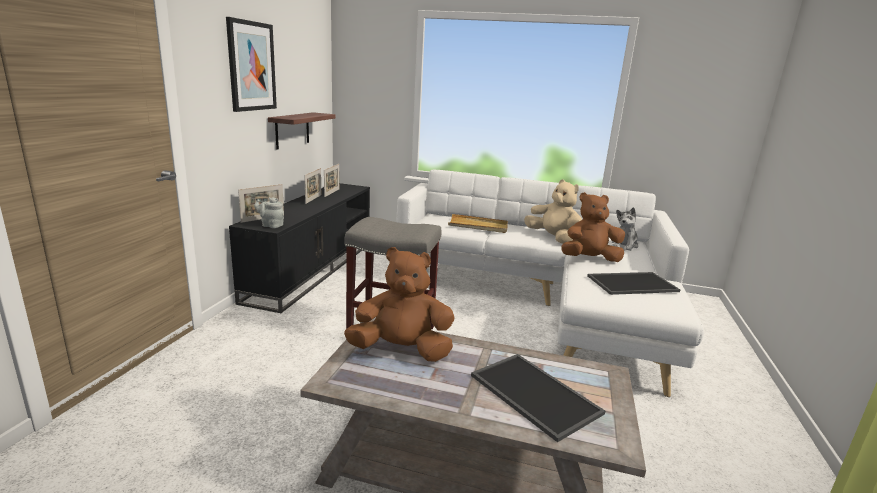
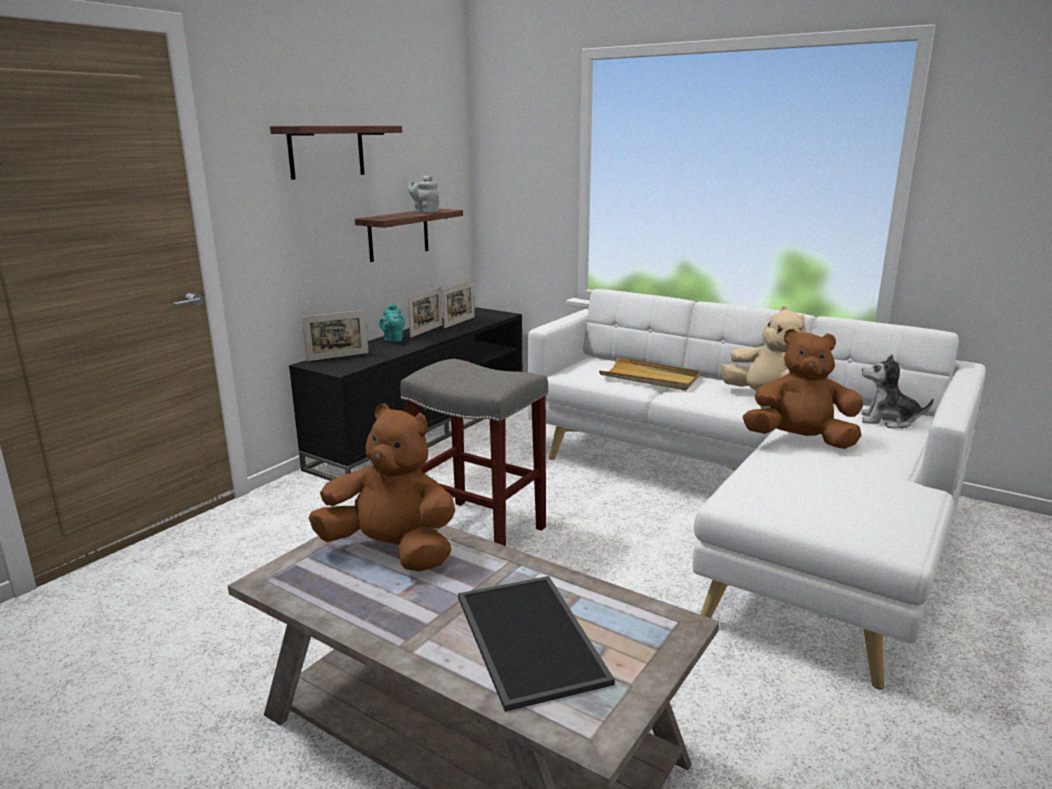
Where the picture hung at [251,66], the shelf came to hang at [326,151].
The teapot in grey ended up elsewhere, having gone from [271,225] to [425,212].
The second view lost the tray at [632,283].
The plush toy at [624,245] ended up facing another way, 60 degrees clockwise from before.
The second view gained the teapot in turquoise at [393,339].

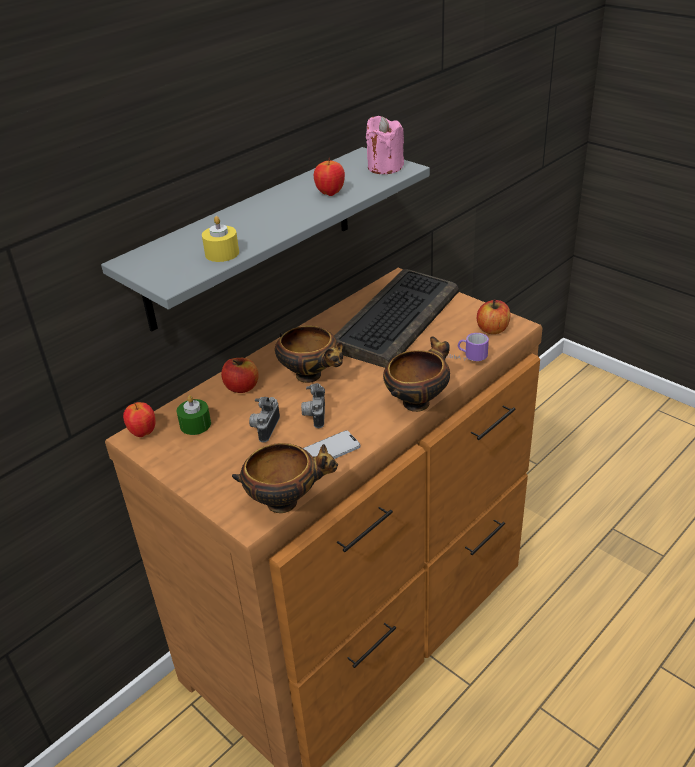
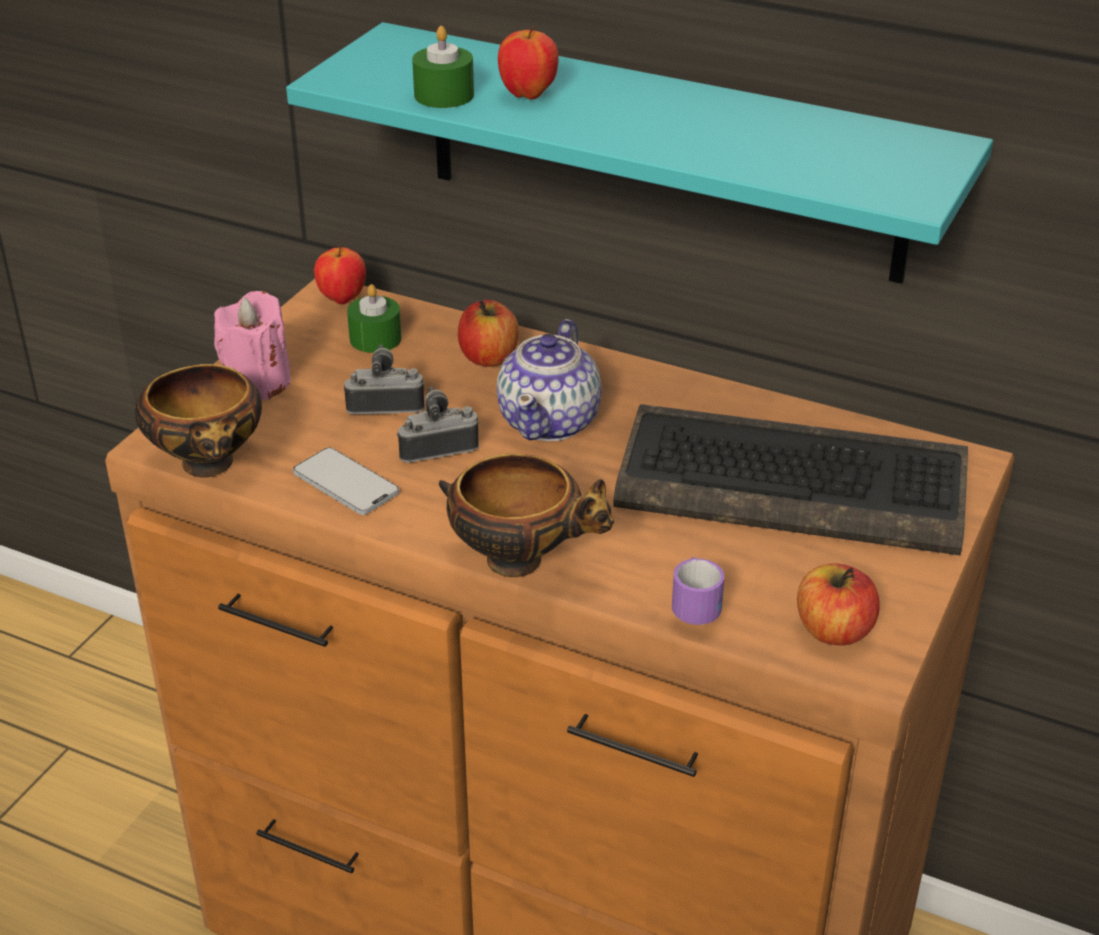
What was the shelf in grey at [251,238] turned into the shelf in turquoise at [662,153].
What was the candle in yellow at [222,253] turned into the candle in green at [444,95].
Where the bowl stood at [311,376], the teapot came to stand at [550,421].
The apple ended up elsewhere, having gone from [330,193] to [528,95].
The candle in pink ended up elsewhere, having gone from [385,167] to [257,382].

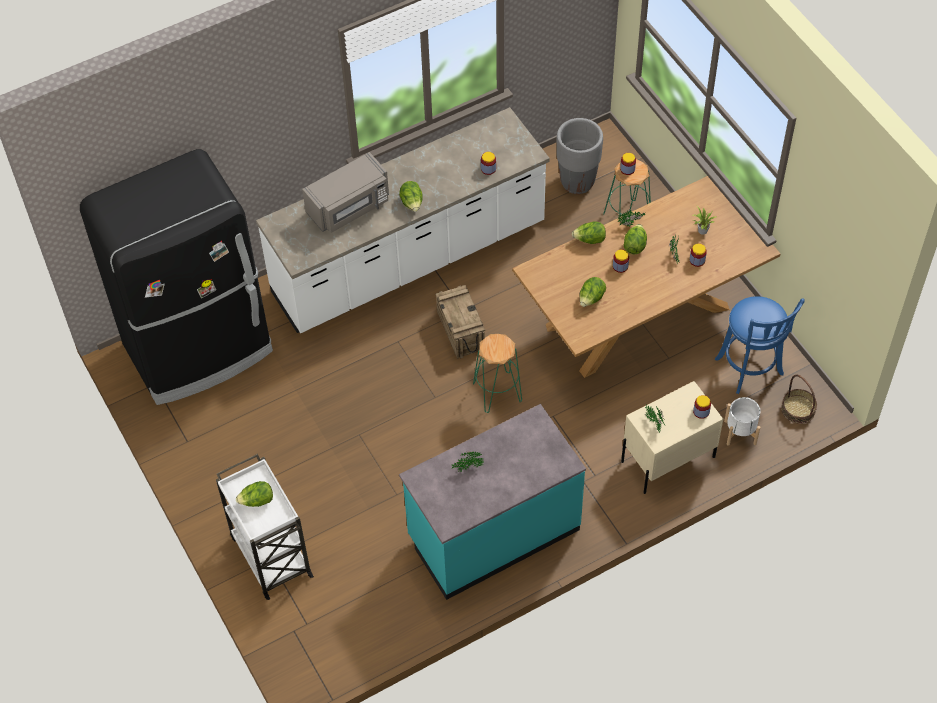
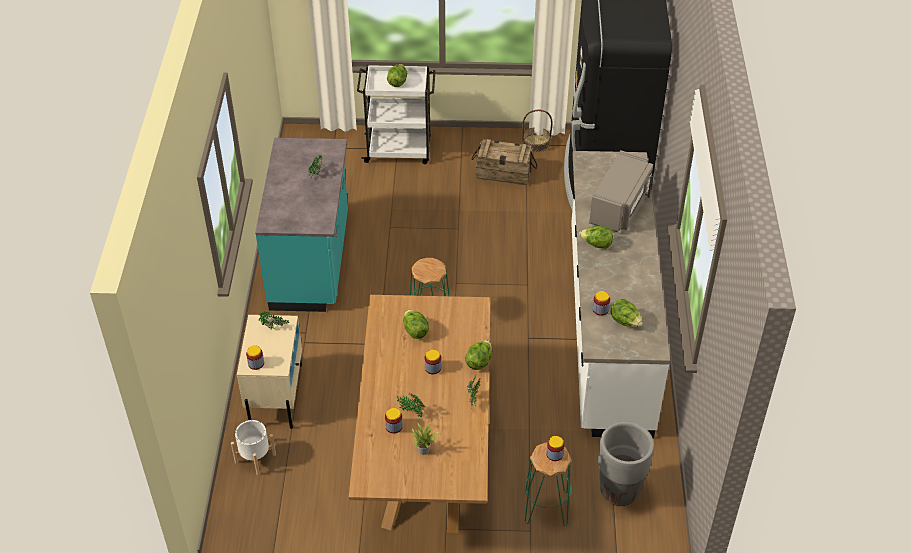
The microwave in grey at [349,207] ended up facing another way, 150 degrees counterclockwise from before.
The crate ended up elsewhere, having gone from [460,331] to [504,173].
The lettuce ended up elsewhere, having gone from [634,245] to [625,322].
The second view lost the stool in blue at [750,369].
The basket ended up elsewhere, having gone from [798,409] to [536,143].

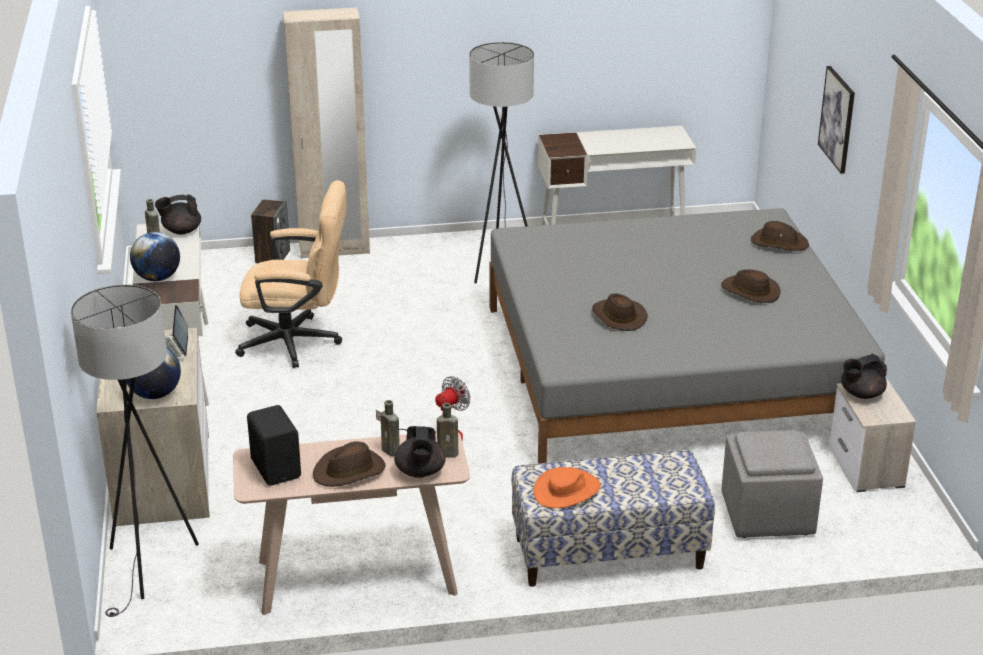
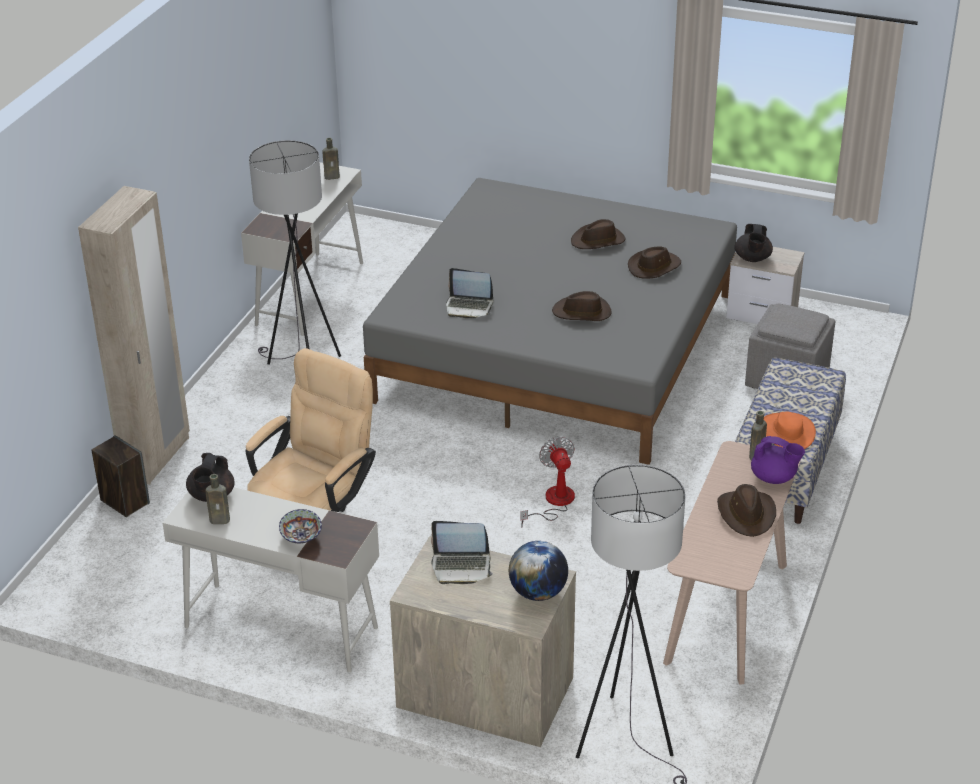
Where the globe stood at [157,278], the bowl came to stand at [302,536].
The second view lost the speaker in black at [277,468].
The bottle in brown ended up elsewhere, having gone from [391,451] to [333,176].
What was the teapot in black at [420,472] turned into the teapot in purple at [774,478].
The hat in brown ended up elsewhere, having gone from [779,243] to [654,267].
The second view lost the picture at [837,119].
The second view gained the laptop at [469,307].

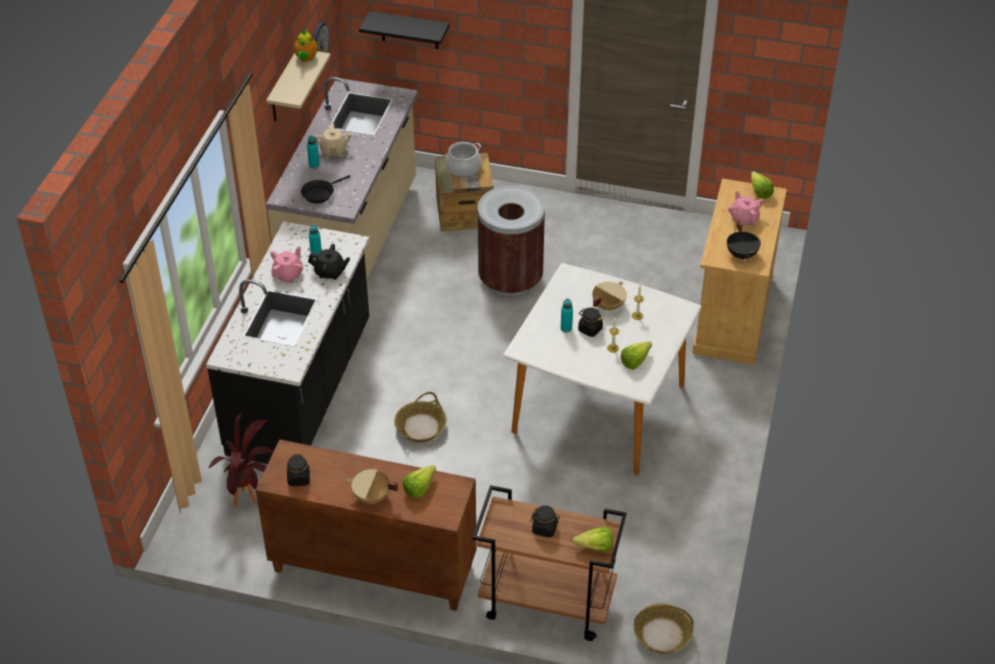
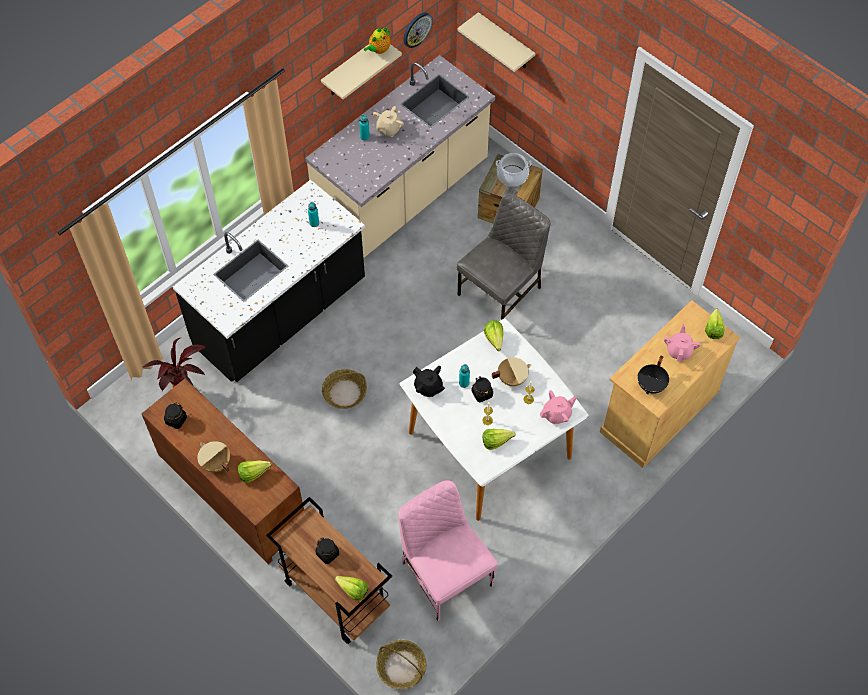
The teapot in pink ended up elsewhere, having gone from [288,275] to [557,414].
The second view lost the frying pan in black at [320,194].
The teapot in black ended up elsewhere, having gone from [330,272] to [428,387].
What was the shelf in black at [409,30] turned into the shelf in beige at [506,43].
Where the trash can in brown stood at [510,280], the chair in grey came to stand at [501,291].
The second view gained the chair in pink at [445,573].
The second view gained the lettuce at [494,341].

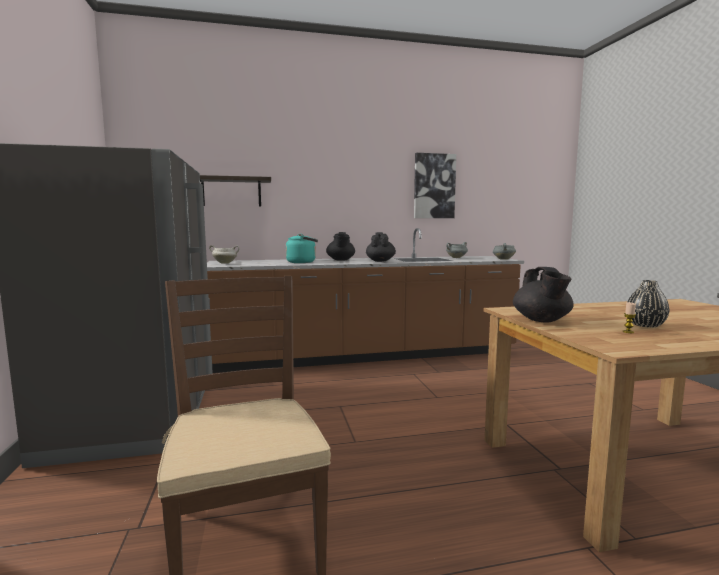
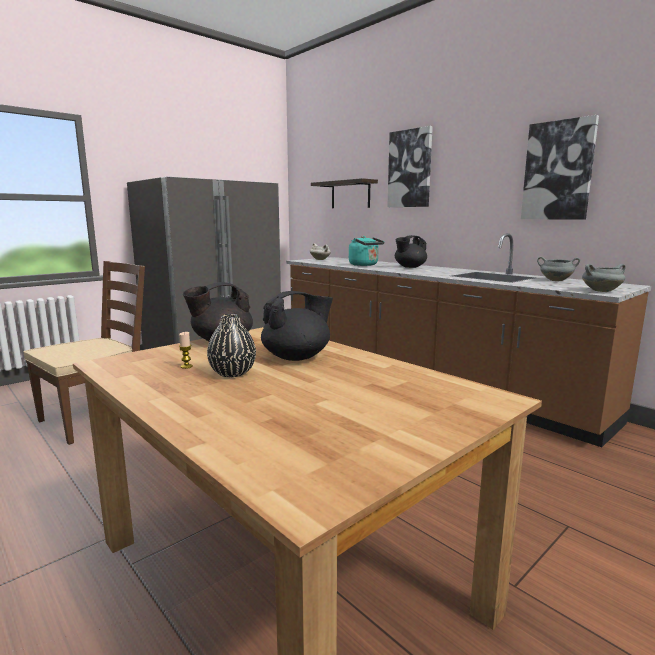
The teapot in black ended up elsewhere, having gone from [380,261] to [297,357].
The second view gained the picture at [410,169].

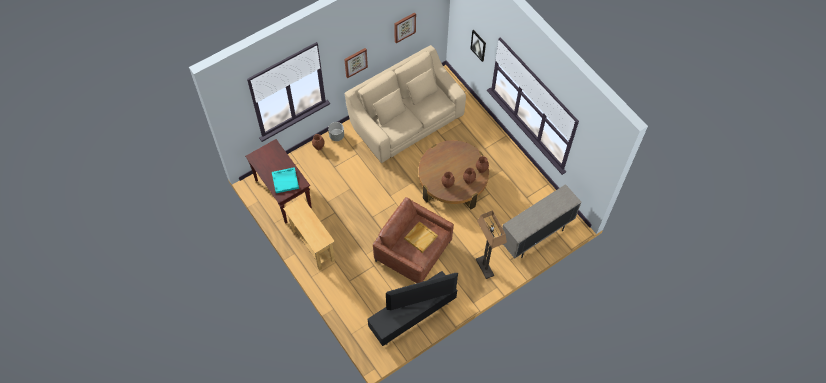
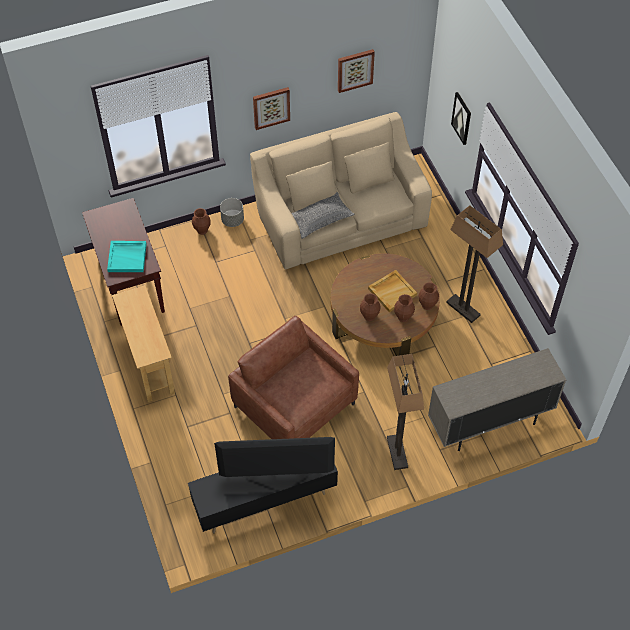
The tray in beige ended up elsewhere, having gone from [420,237] to [392,291].
The second view gained the pillow in grey at [320,220].
The second view gained the floor lamp at [463,309].

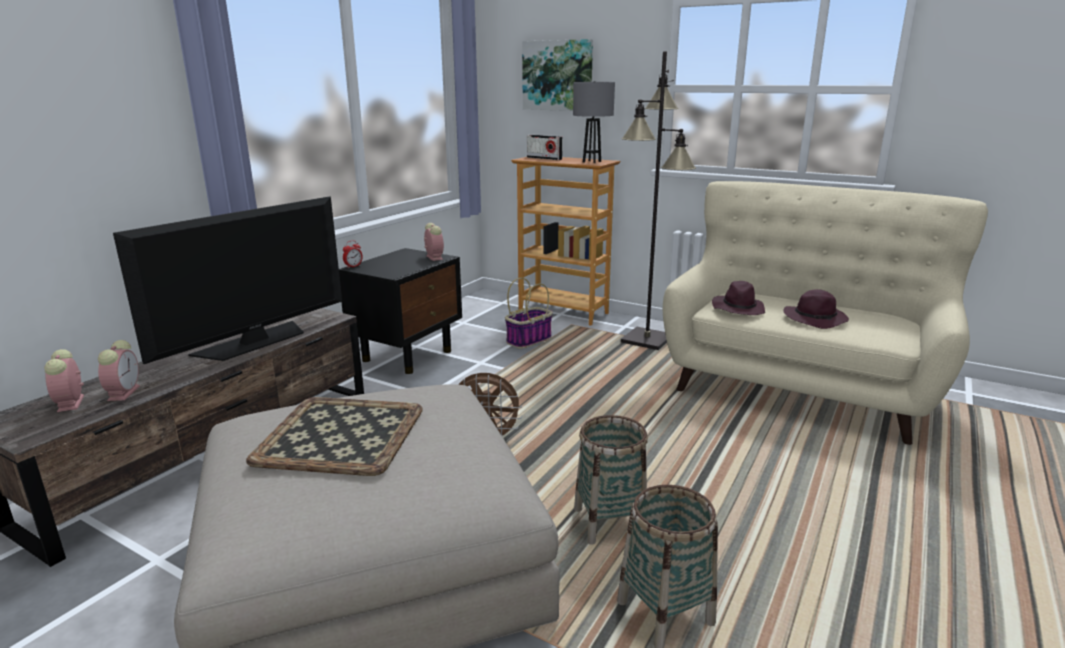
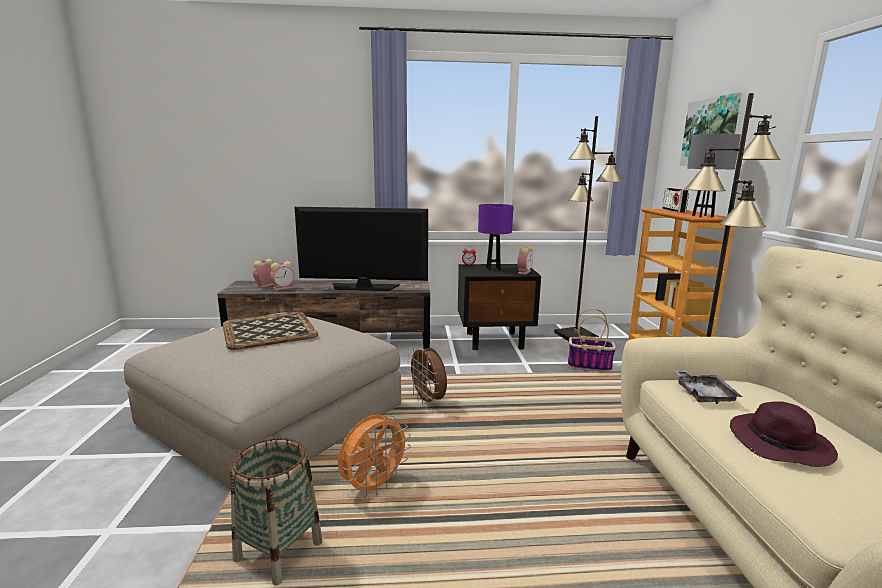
Where the basket stood at [609,522], the fan in orange came to stand at [374,486].
Where the hat in purple stood at [738,309], the tray in grey came to stand at [703,394].
The second view gained the table lamp in purple at [493,269].
The second view gained the floor lamp in black at [575,335].

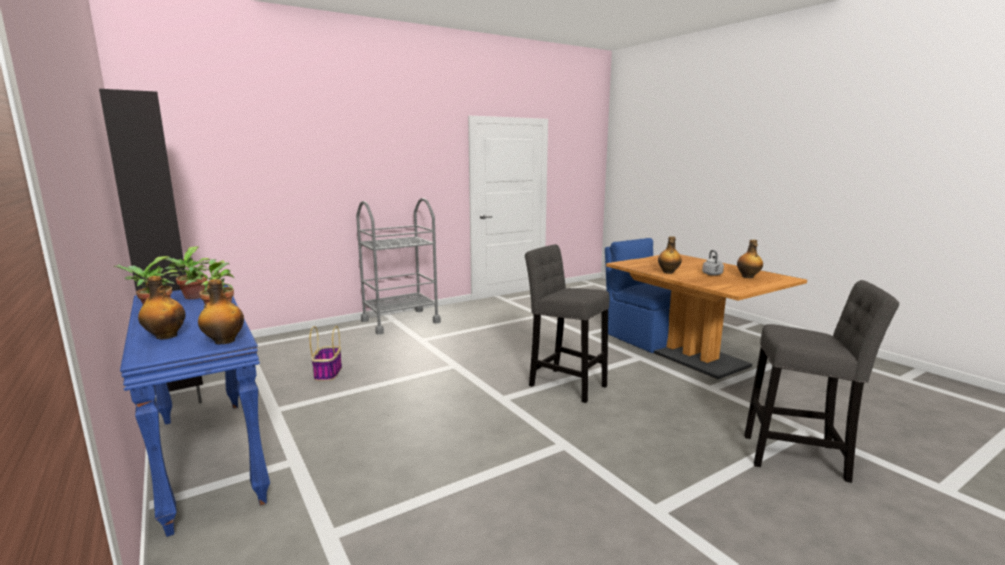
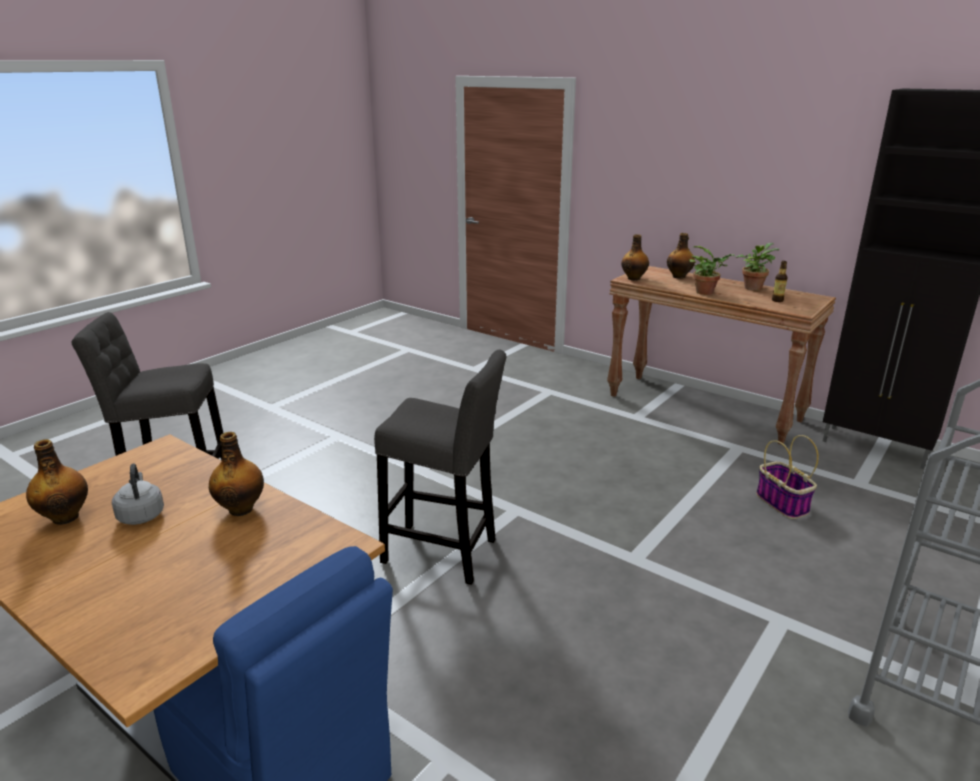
What was the console table in blue at [207,458] turned into the console table in brown at [704,407].
Where the potted plant stood at [192,297], the bottle came to stand at [777,300].

